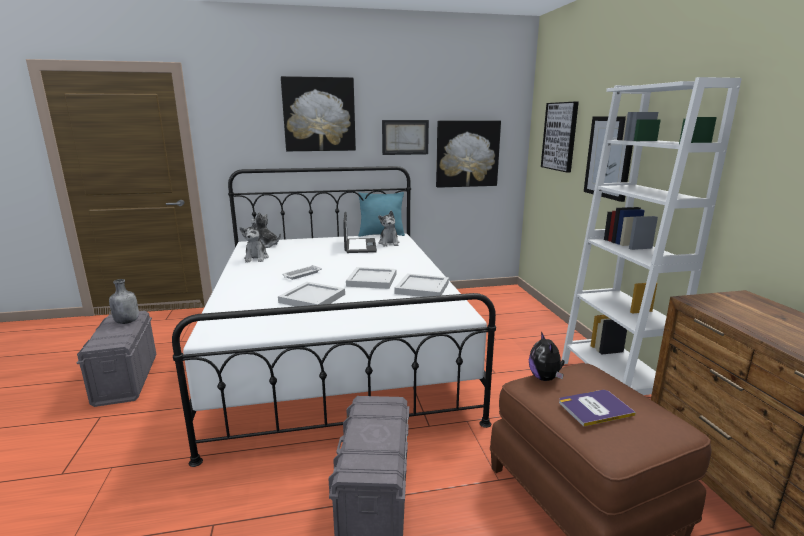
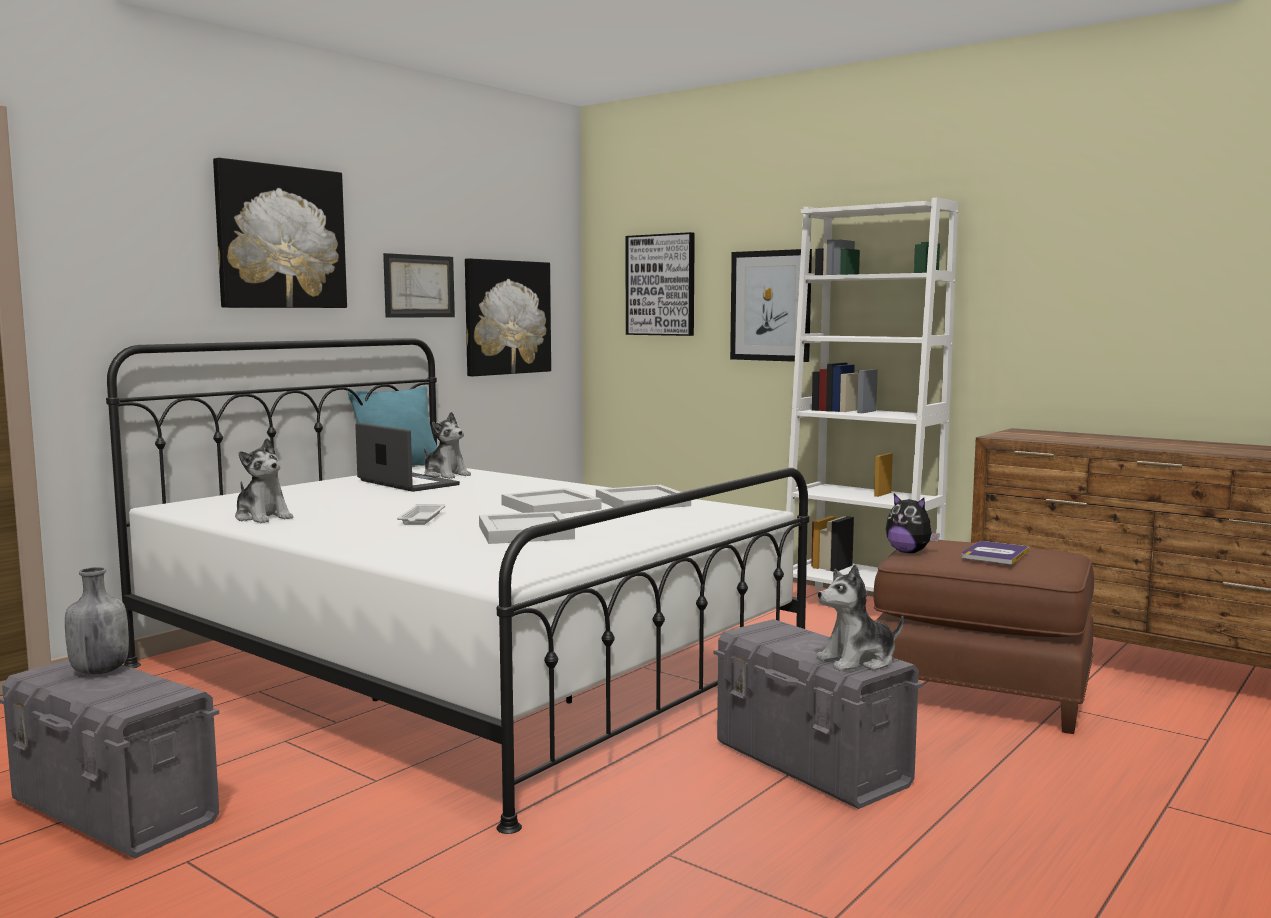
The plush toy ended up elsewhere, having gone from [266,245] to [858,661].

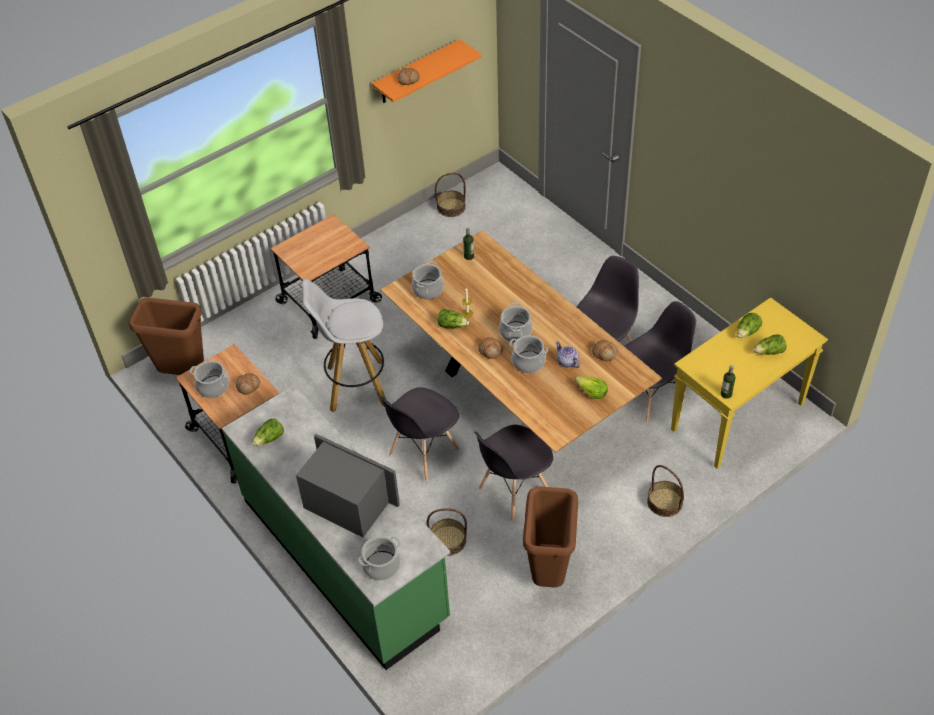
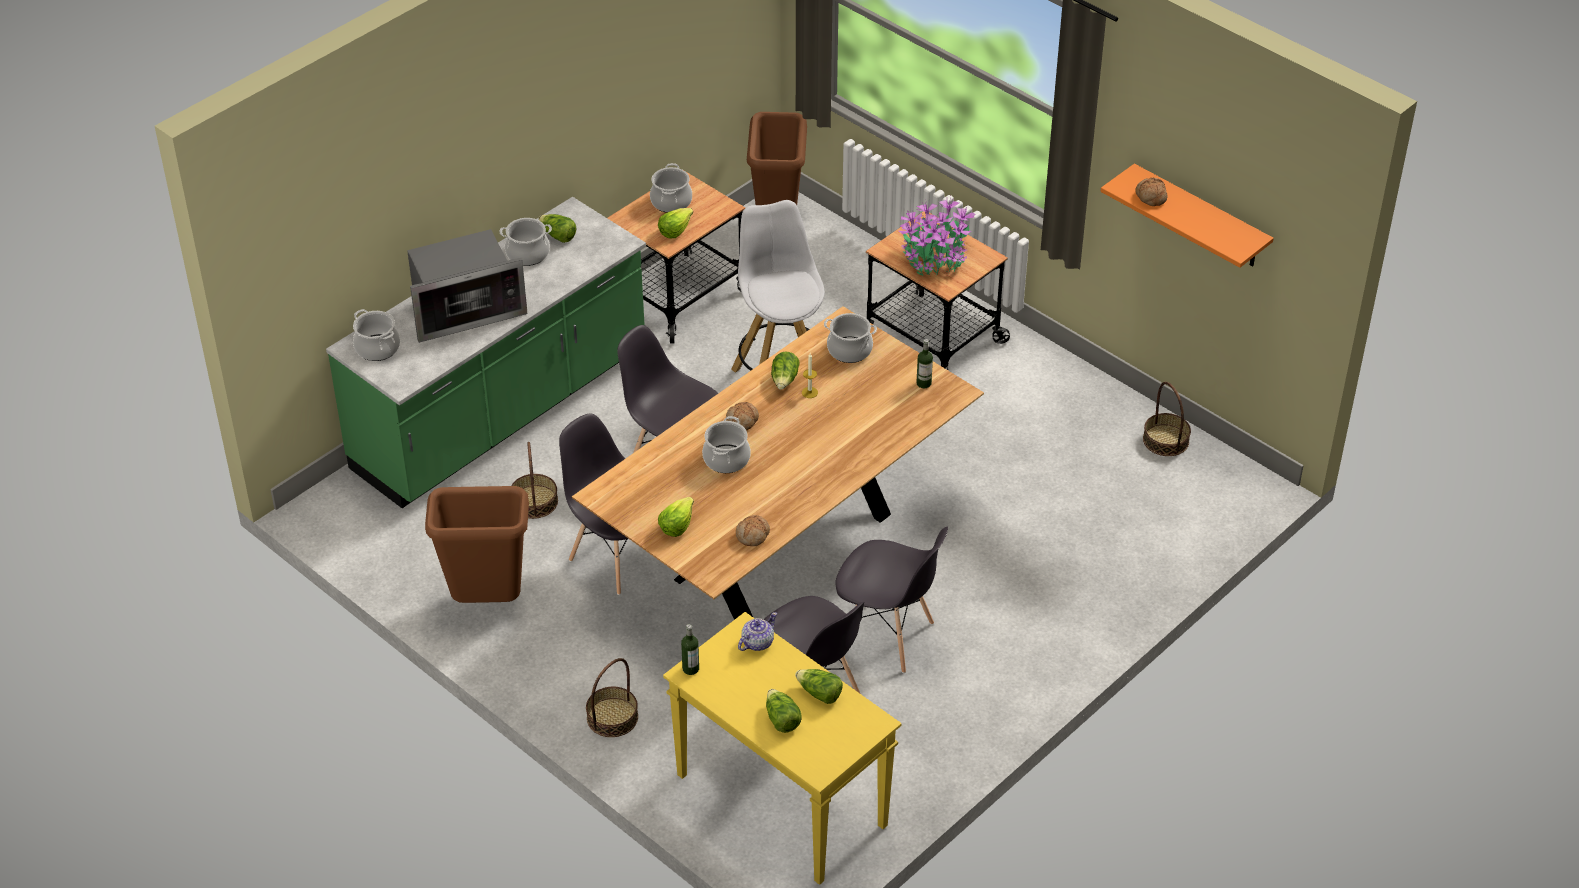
Where the bread stood at [248,386], the lettuce came to stand at [675,230].
The microwave at [347,503] ended up facing another way, 45 degrees clockwise from before.
The cooking pot ended up elsewhere, having gone from [516,332] to [527,254].
The teapot ended up elsewhere, having gone from [567,362] to [757,642].
The second view gained the potted plant at [935,257].

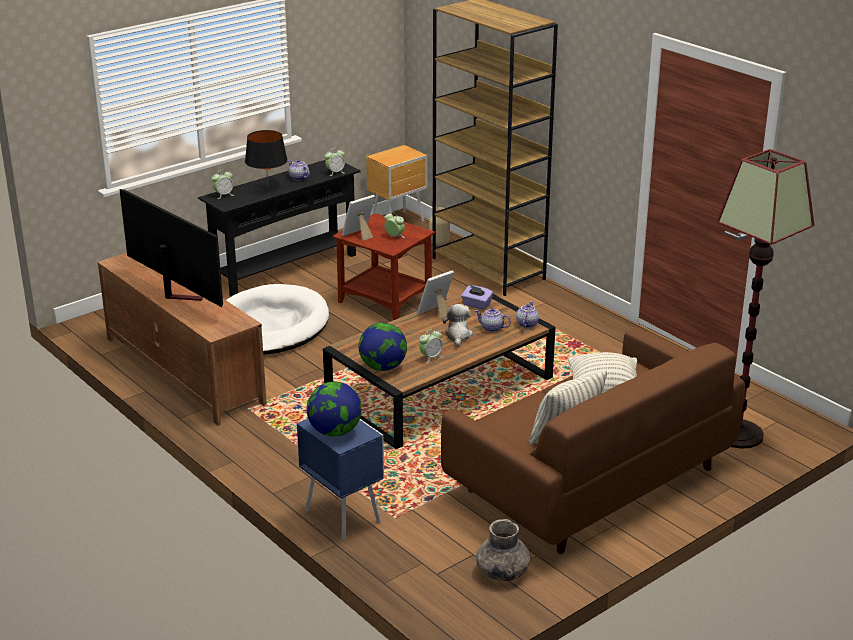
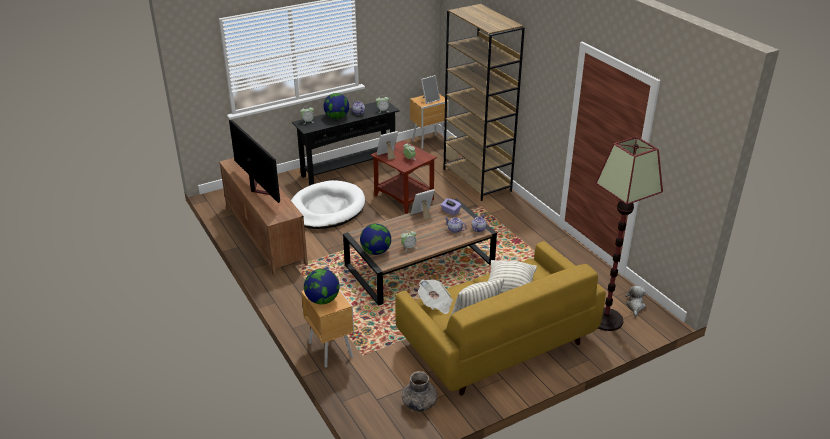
Where the table lamp in black stood at [267,186], the globe came to stand at [337,117].
What was the nightstand in blue at [342,515] turned into the nightstand in brown at [330,349].
What was the sofa in brown at [589,479] turned into the sofa in yellow at [496,342].
The plush toy ended up elsewhere, having gone from [458,336] to [635,306].
The second view gained the newspaper at [435,304].
The second view gained the picture frame at [430,100].

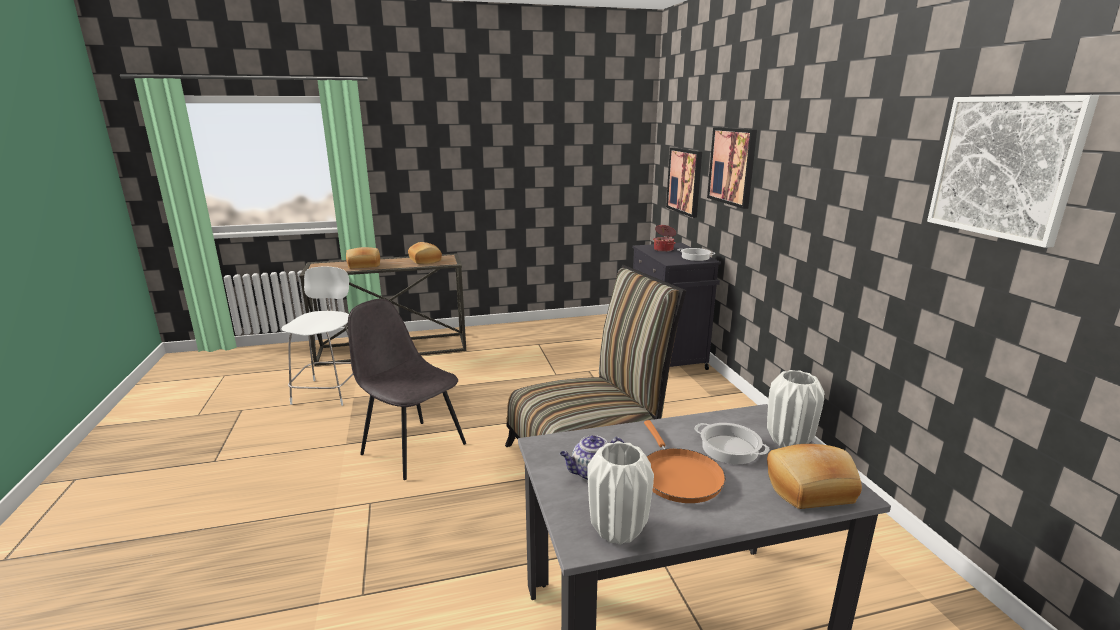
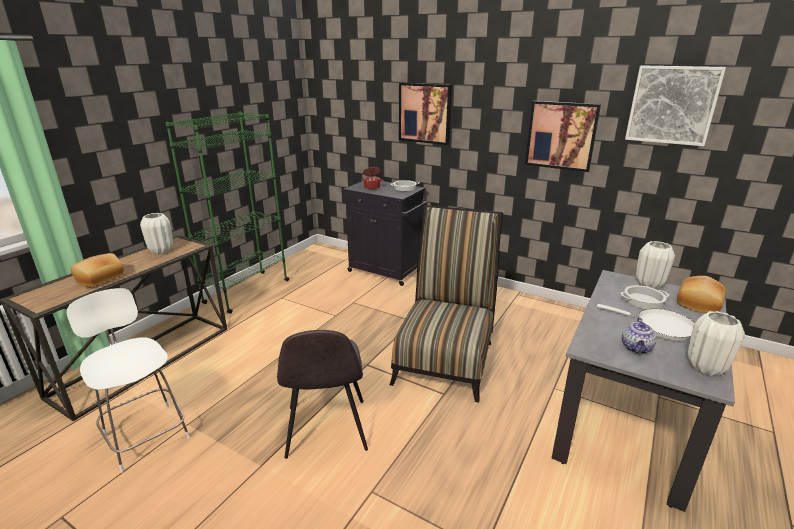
The chair in grey at [412,448] ended up facing another way, 90 degrees counterclockwise from before.
Where the bread stood at [426,260], the vase in white came to stand at [162,251].
What was the frying pan in orange at [678,476] turned into the frying pan in white at [660,326].
The picture ended up elsewhere, having gone from [685,181] to [561,135].
The second view gained the bookcase in green at [246,291].

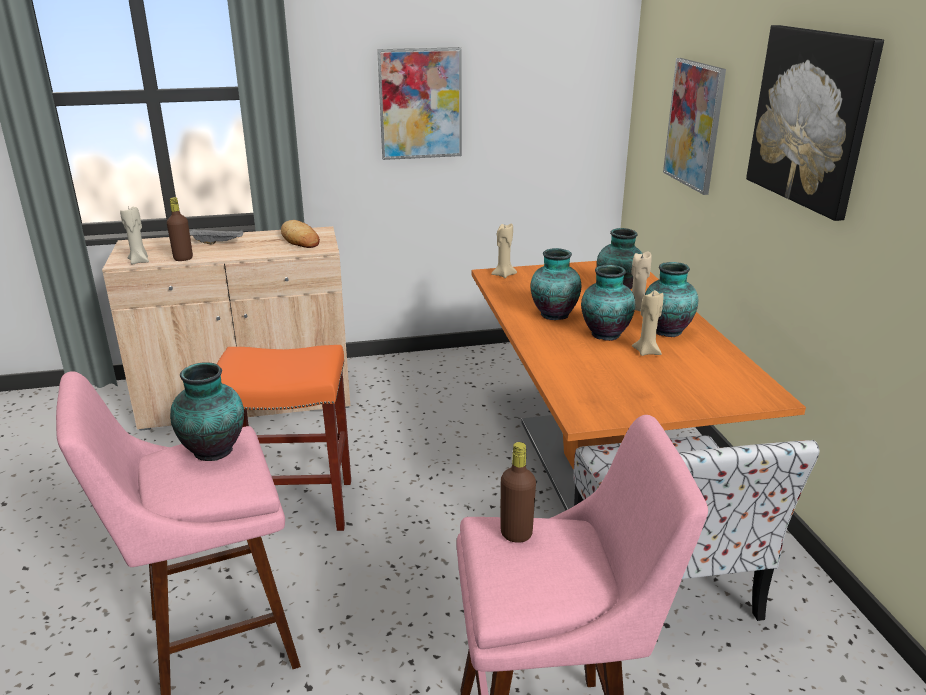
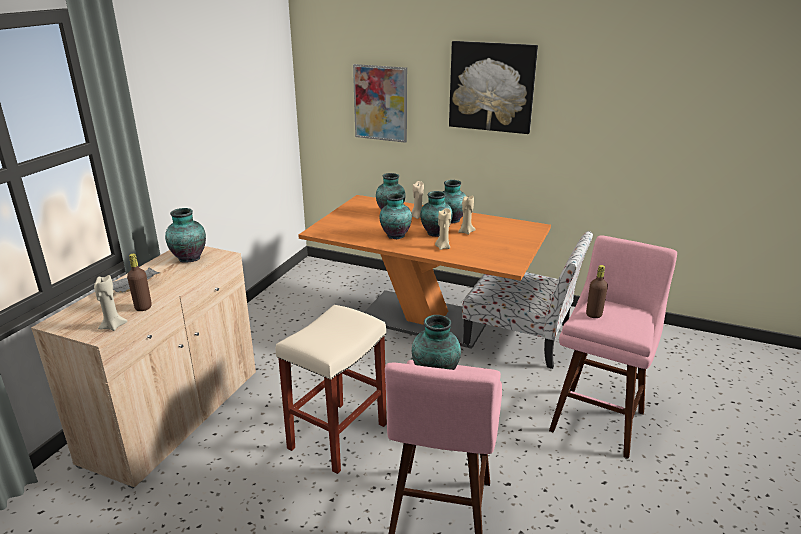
What was the stool in orange at [292,506] turned into the stool in beige at [337,437].
Where the bread stood at [300,239], the vase came to stand at [189,258].
The second view lost the picture at [420,104].
The candle in beige ended up elsewhere, having gone from [503,275] to [443,247].

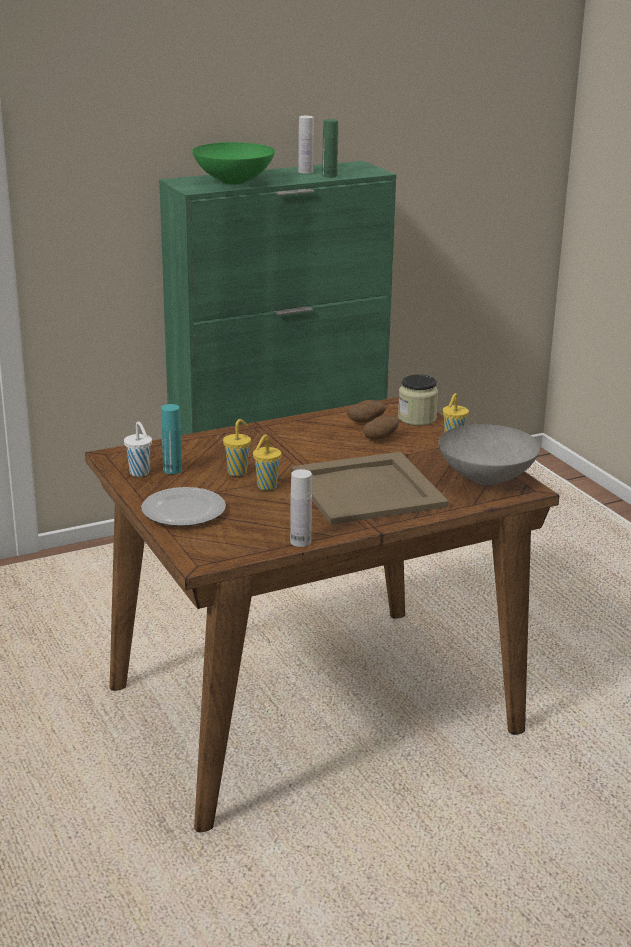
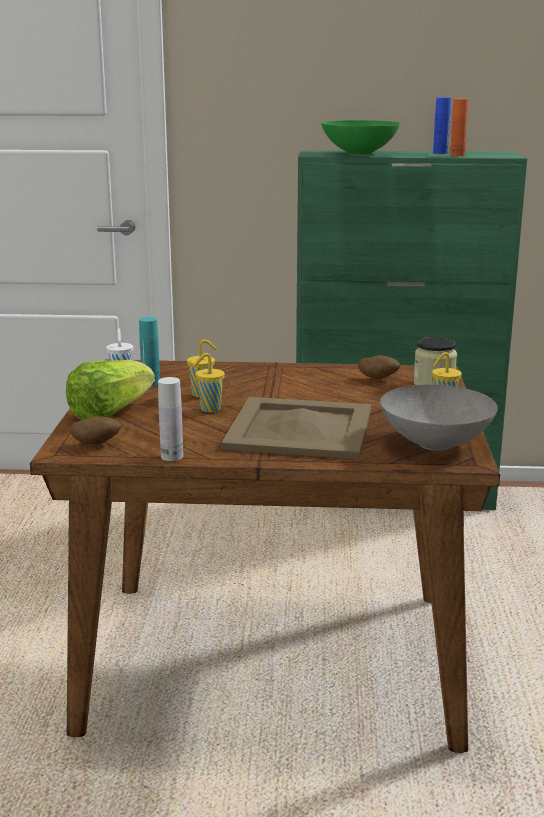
Where the plate stood at [182,512], the lettuce came to stand at [109,413].
What was the bottle in white at [305,172] turned into the bottle in blue at [440,152].
What was the bottle in green at [329,176] turned into the bottle in orange at [457,155].
The potato ended up elsewhere, having gone from [380,438] to [97,444].

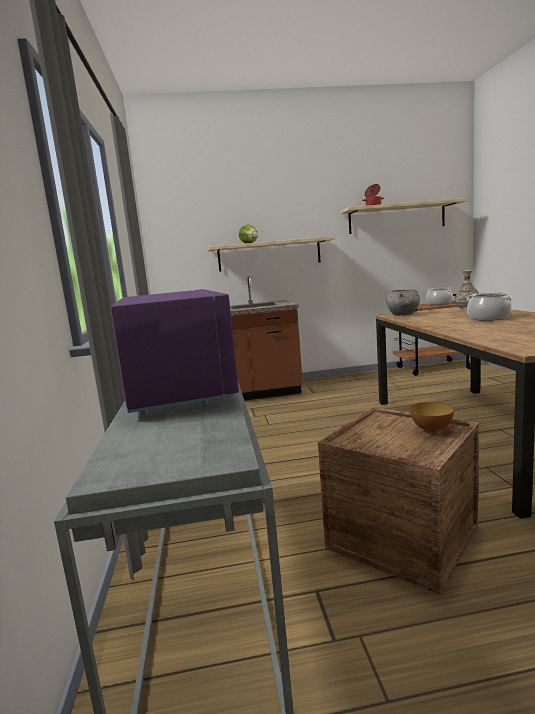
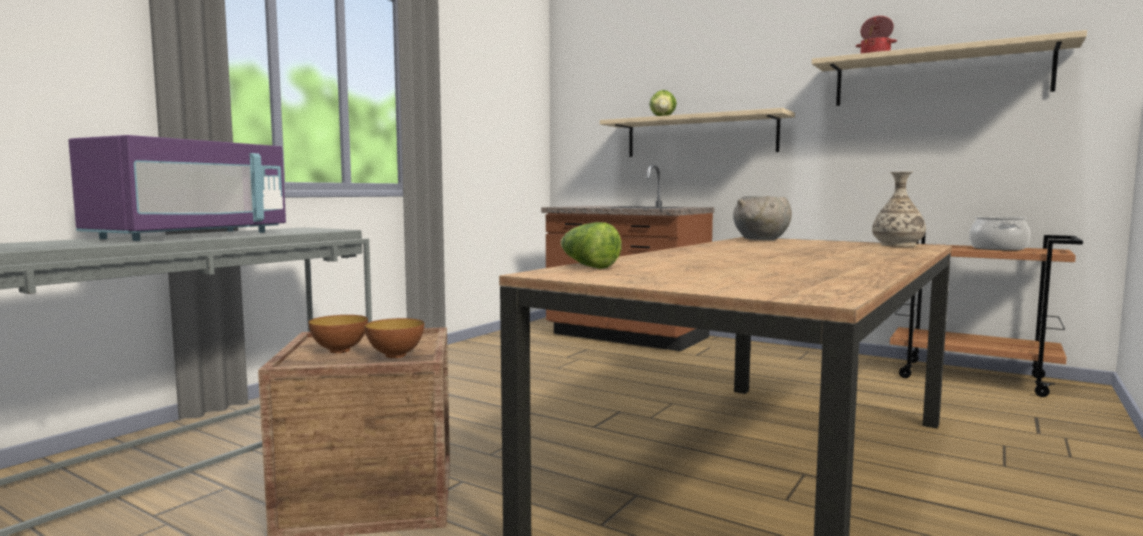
The second view lost the cooking pot at [488,318].
The second view gained the bowl at [339,351].
The second view gained the lettuce at [587,266].

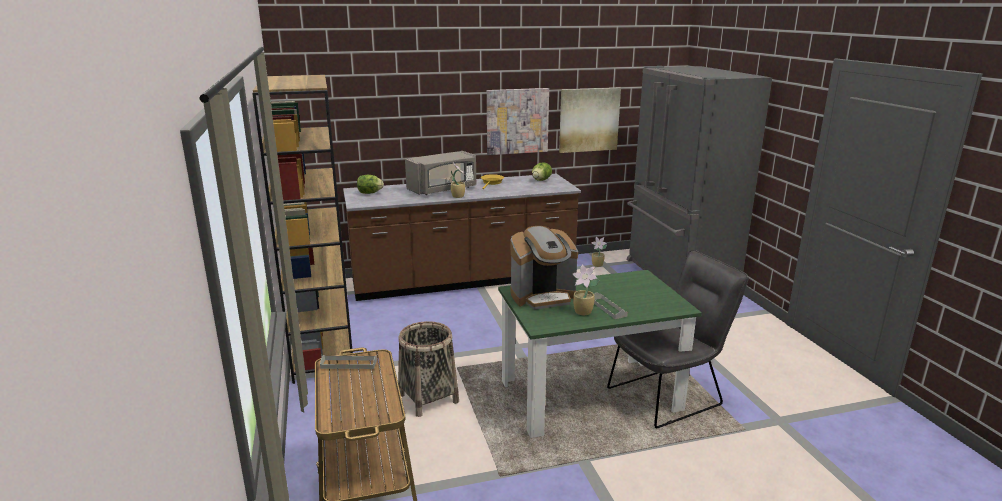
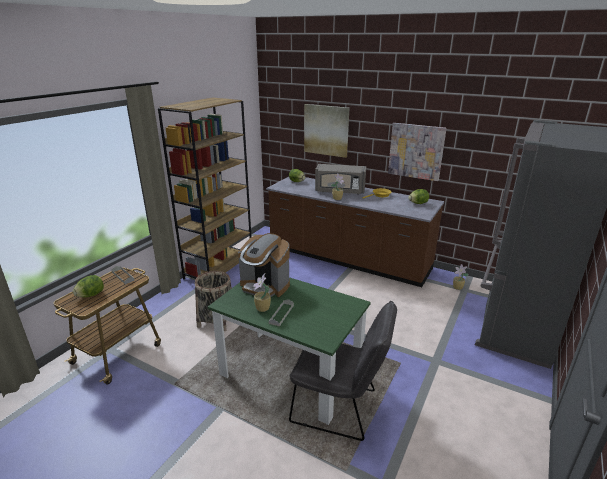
The picture ended up elsewhere, having gone from [589,120] to [326,130].
The second view gained the lettuce at [91,295].

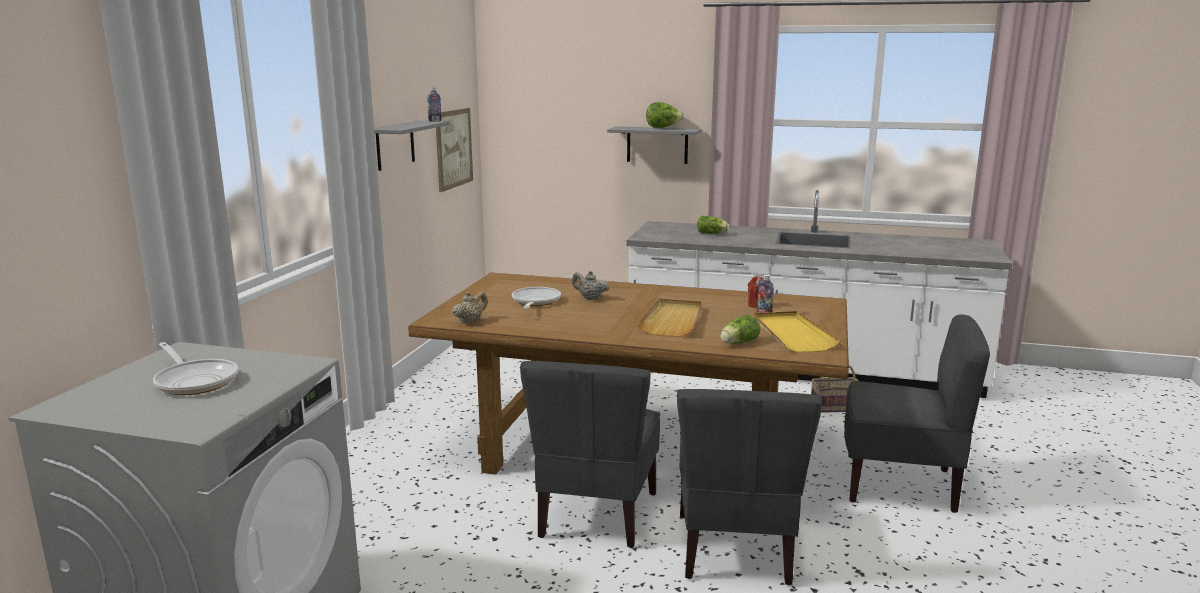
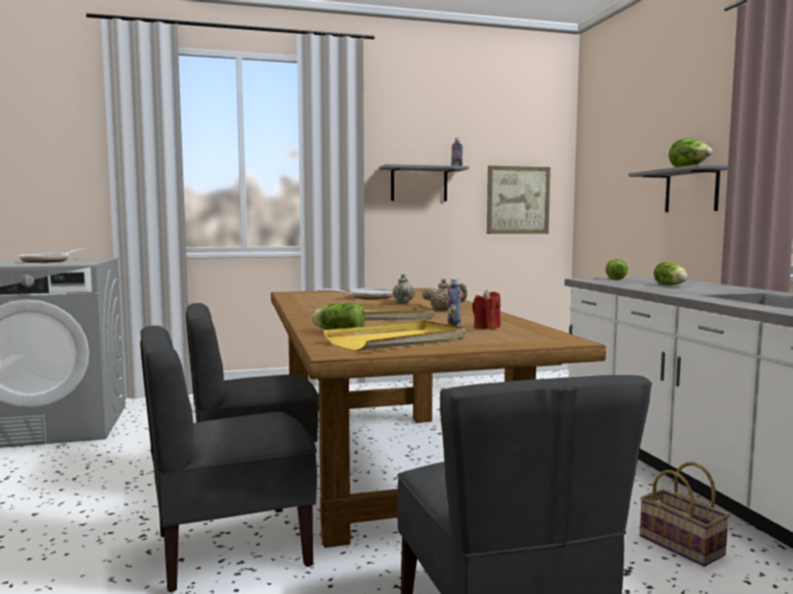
The teapot in beige ended up elsewhere, having gone from [470,321] to [444,310].
The second view gained the lettuce at [615,279].

